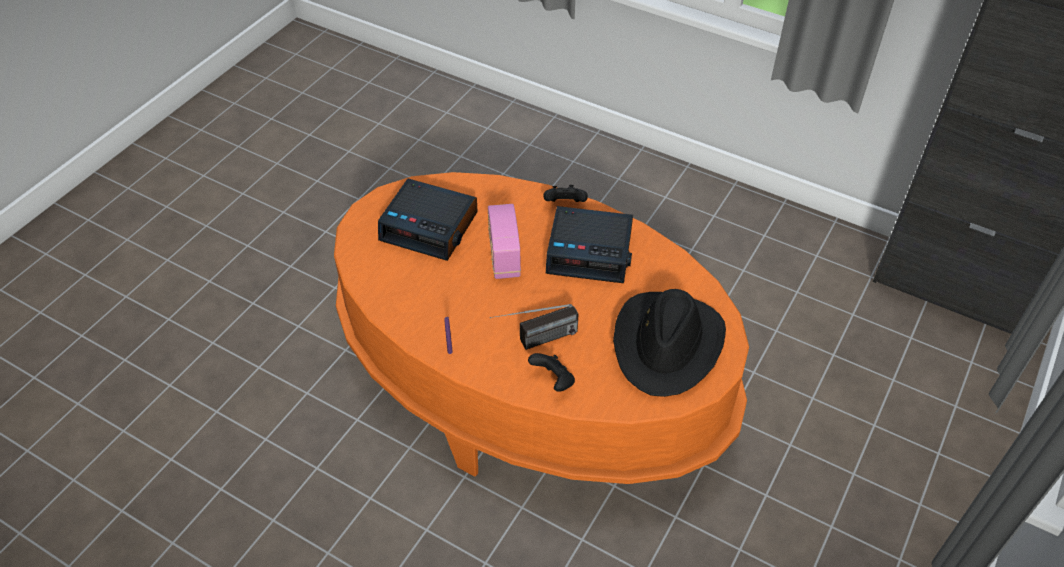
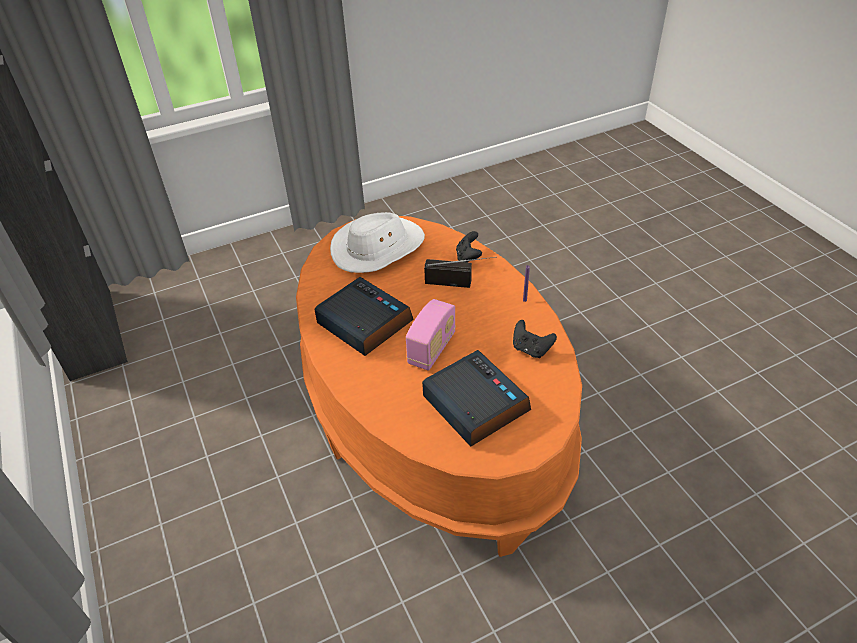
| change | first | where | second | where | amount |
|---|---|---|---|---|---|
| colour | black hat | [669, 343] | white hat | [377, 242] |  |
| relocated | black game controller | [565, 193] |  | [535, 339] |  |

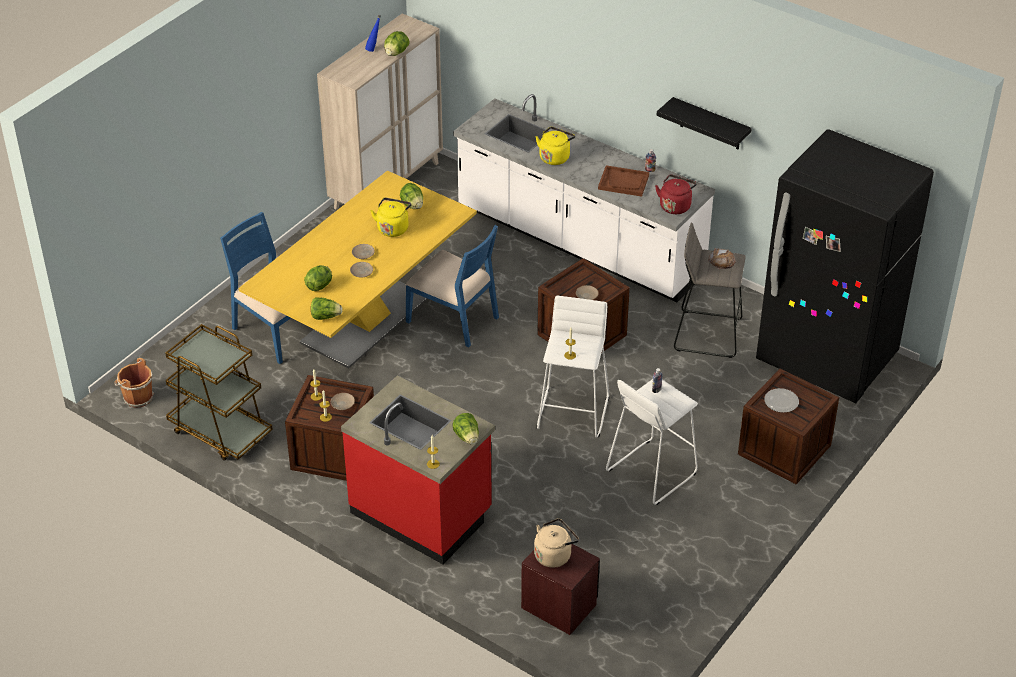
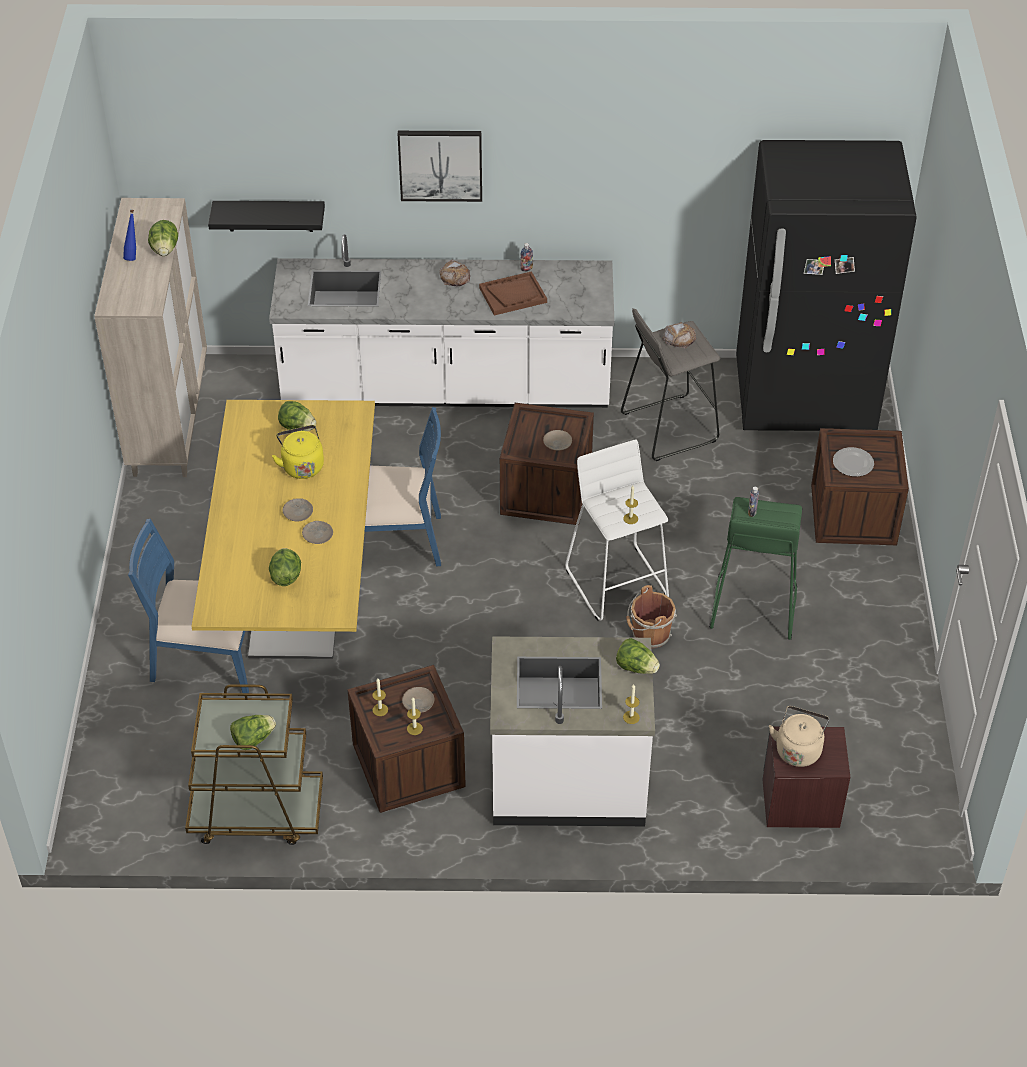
| change | first | where | second | where | amount |
|---|---|---|---|---|---|
| relocated | black shelf | [704, 123] |  | [266, 216] |  |
| relocated | lettuce | [327, 308] |  | [253, 732] |  |
| appeared |  |  | picture | [440, 166] |  |
| appeared |  |  | bread | [454, 272] |  |
| colour | red counter | [418, 470] | white counter | [572, 731] |  |
| relocated | brown bucket | [134, 383] |  | [651, 617] |  |
| colour | white stool | [652, 442] | green stool | [755, 568] |  |
| missing | yellow kettle | [555, 146] |  |  |  |
| missing | red kettle | [676, 194] |  |  |  |

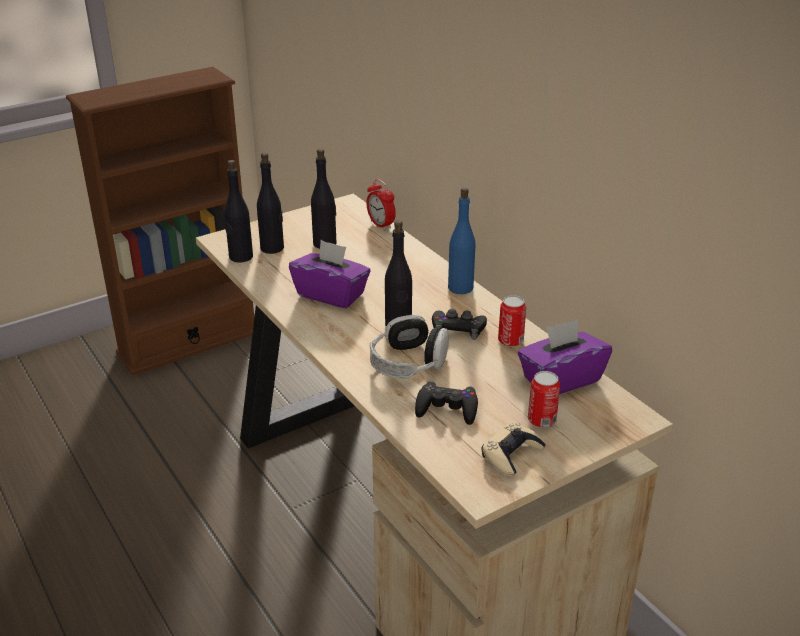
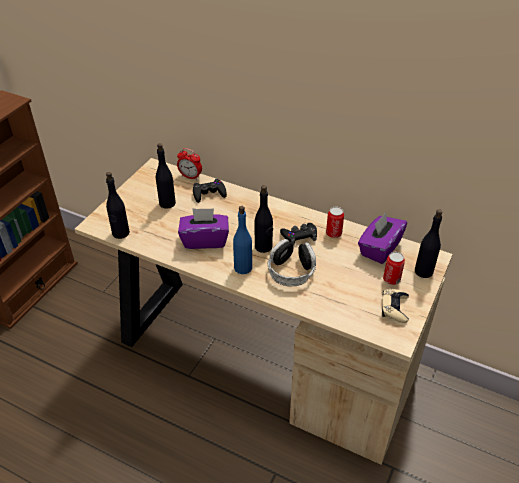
| change | first | where | second | where | amount |
|---|---|---|---|---|---|
| relocated | black game controller | [446, 403] |  | [210, 191] |  |
| relocated | blue bottle | [461, 241] |  | [242, 240] |  |
| relocated | black bottle | [270, 203] |  | [428, 243] |  |

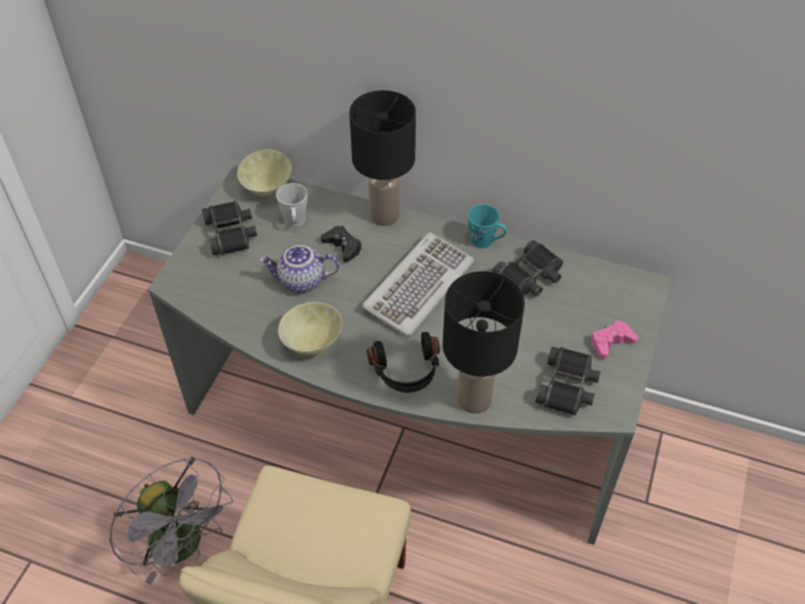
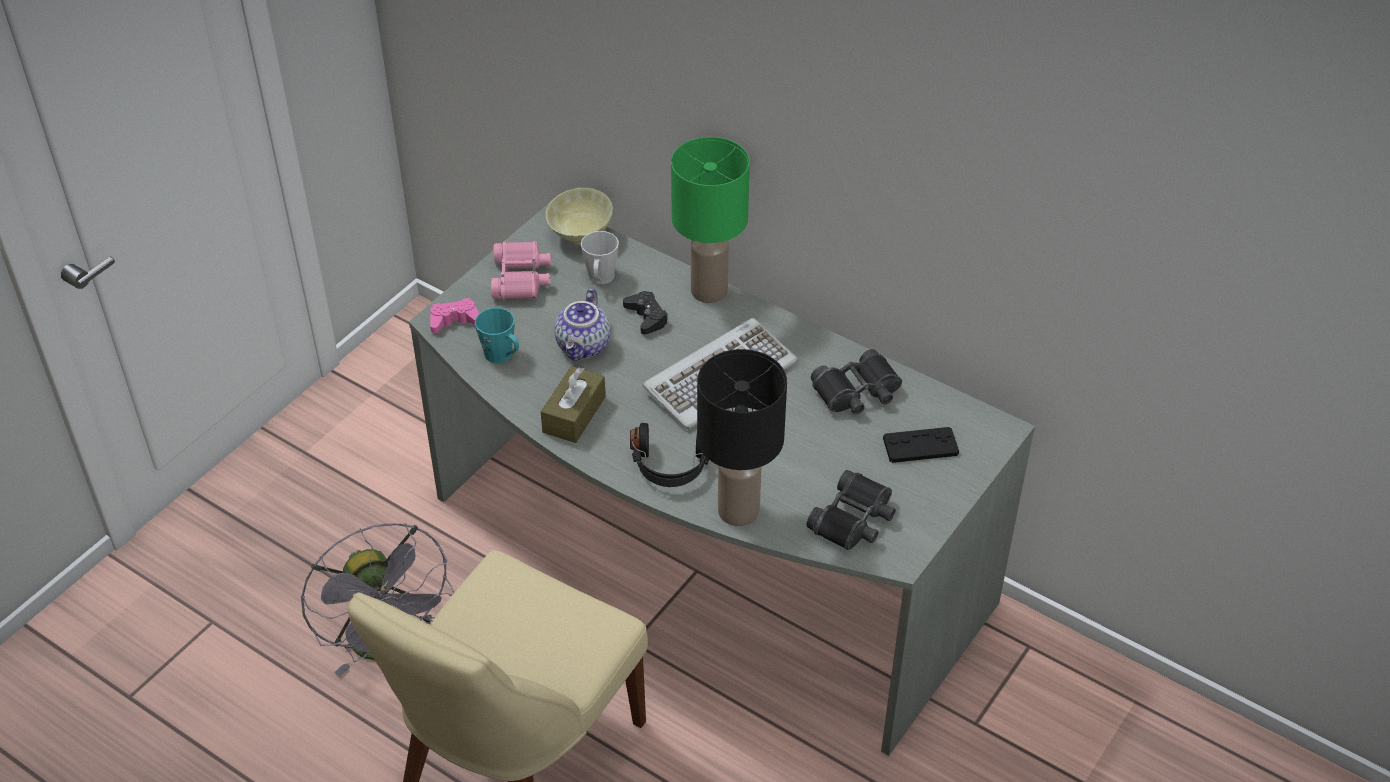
| change | first | where | second | where | amount |
|---|---|---|---|---|---|
| relocated | pink game controller | [614, 339] |  | [454, 315] |  |
| relocated | turquoise mug | [487, 226] |  | [497, 335] |  |
| colour | black binoculars | [229, 228] | pink binoculars | [521, 270] |  |
| exchanged | beige bowl | [310, 329] | brown tissue box | [573, 404] |  |
| spun | teapot | [299, 269] |  | [582, 324] | 90 degrees counterclockwise |
| colour | black table lamp | [382, 158] | green table lamp | [710, 220] |  |
| appeared |  |  | black game controller | [921, 445] |  |

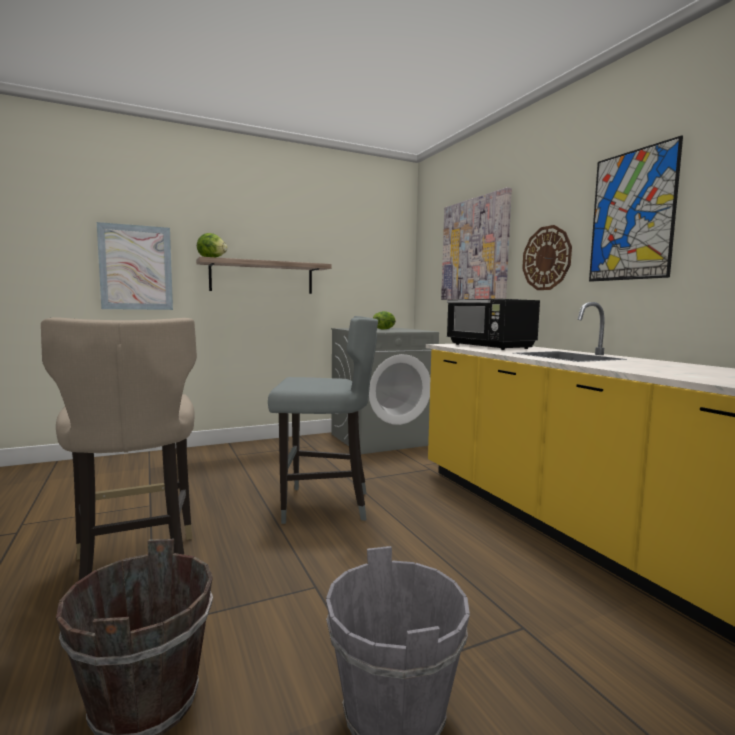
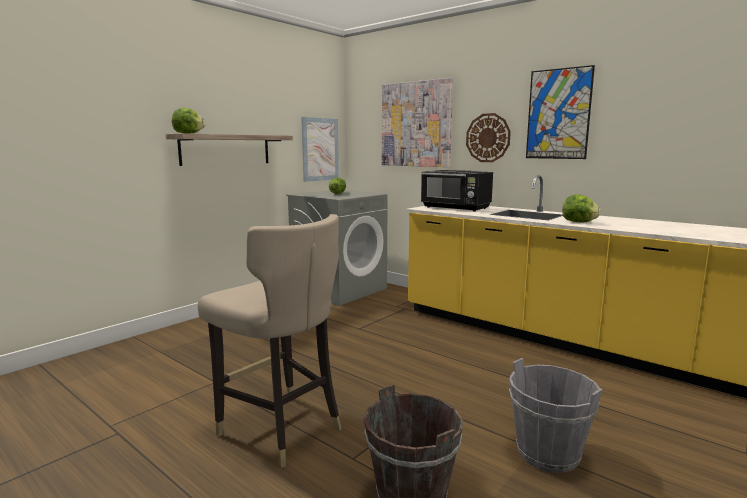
| change | first | where | second | where | amount |
|---|---|---|---|---|---|
| relocated | picture | [135, 266] |  | [320, 149] |  |
| appeared |  |  | lettuce | [582, 208] |  |
| missing | grey stool | [323, 420] |  |  |  |

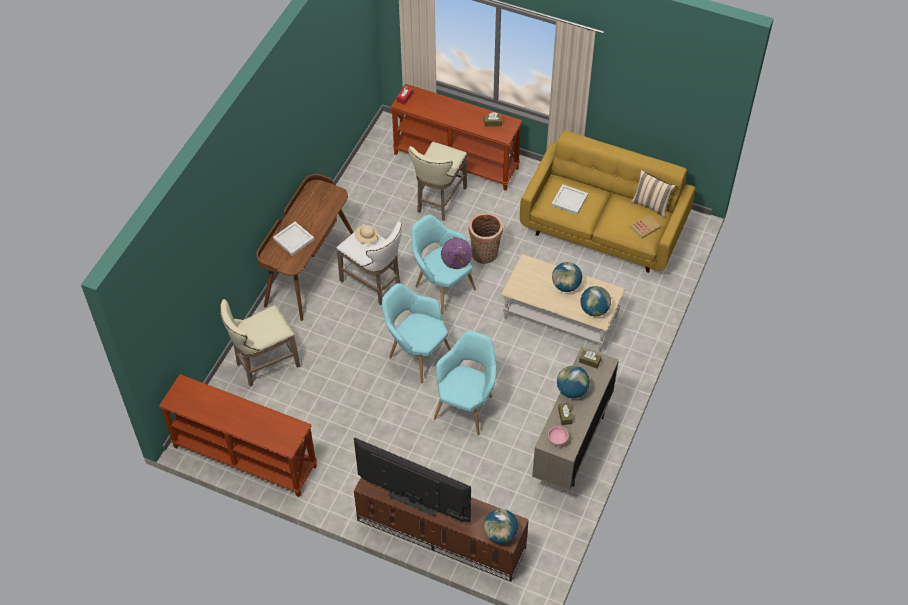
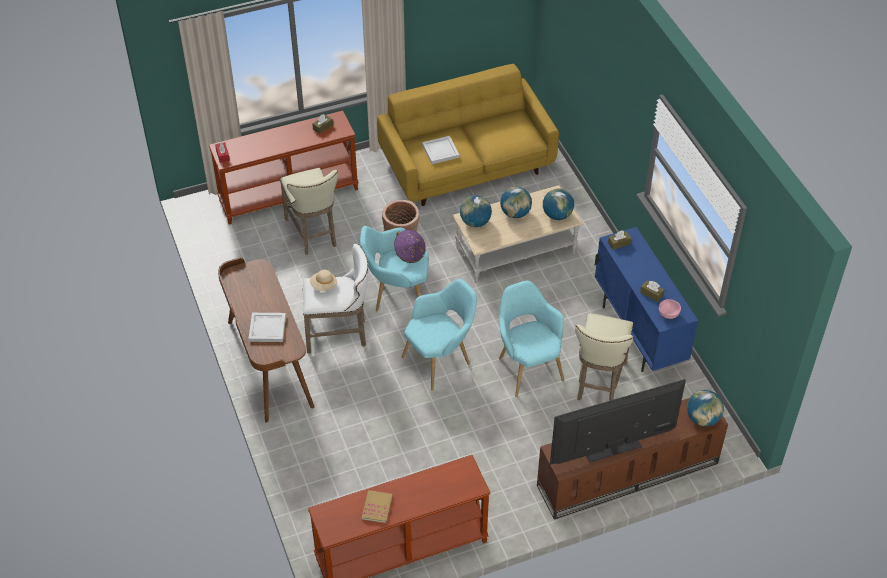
| change | first | where | second | where | amount |
|---|---|---|---|---|---|
| relocated | book | [645, 227] |  | [377, 506] |  |
| spun | turquoise armchair | [416, 333] |  | [439, 335] | 150 degrees clockwise |
| relocated | globe | [573, 381] |  | [476, 211] |  |
| relocated | beige stool | [260, 343] |  | [604, 357] |  |
| colour | beige cabinet | [575, 418] | blue cabinet | [646, 299] |  |
| missing | beige pillow | [653, 194] |  |  |  |

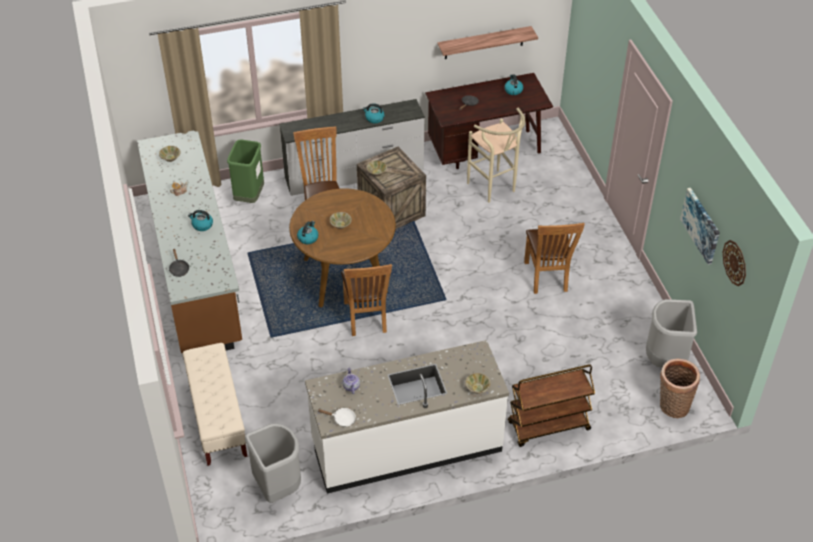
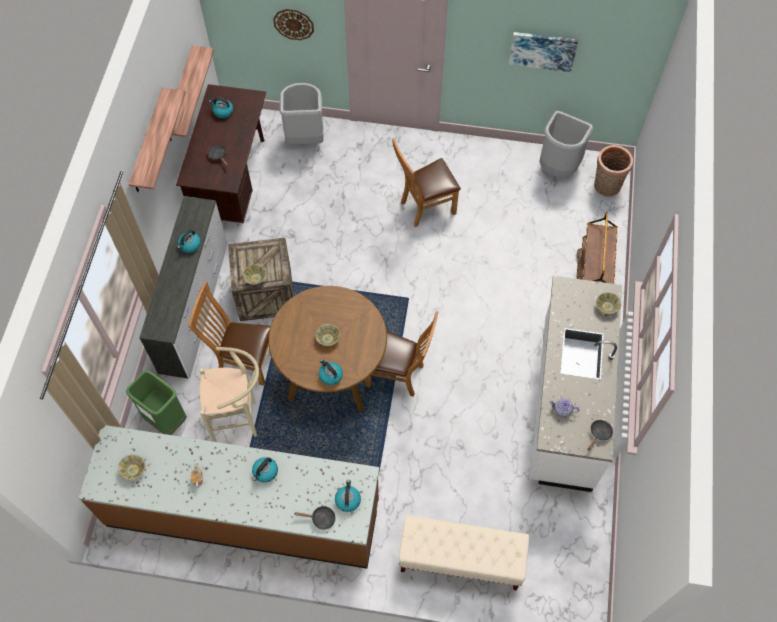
| change | first | where | second | where | amount |
|---|---|---|---|---|---|
| appeared |  |  | shelf | [157, 140] |  |
| relocated | beige stool | [496, 155] |  | [229, 394] |  |
| relocated | wall clock | [734, 263] |  | [293, 24] |  |
| relocated | grey trash can | [273, 463] |  | [301, 114] |  |
| appeared |  |  | kettle | [348, 496] |  |
| spun | brown chair | [554, 258] |  | [426, 182] | 135 degrees clockwise |
| colour | white frying pan | [337, 417] | black frying pan | [600, 435] |  |

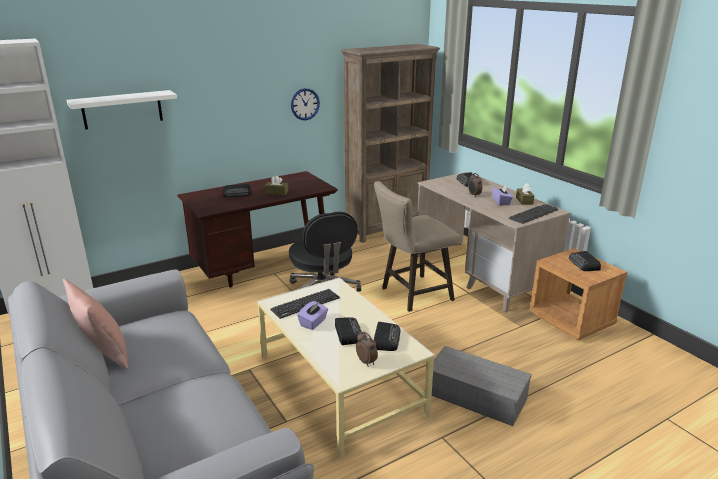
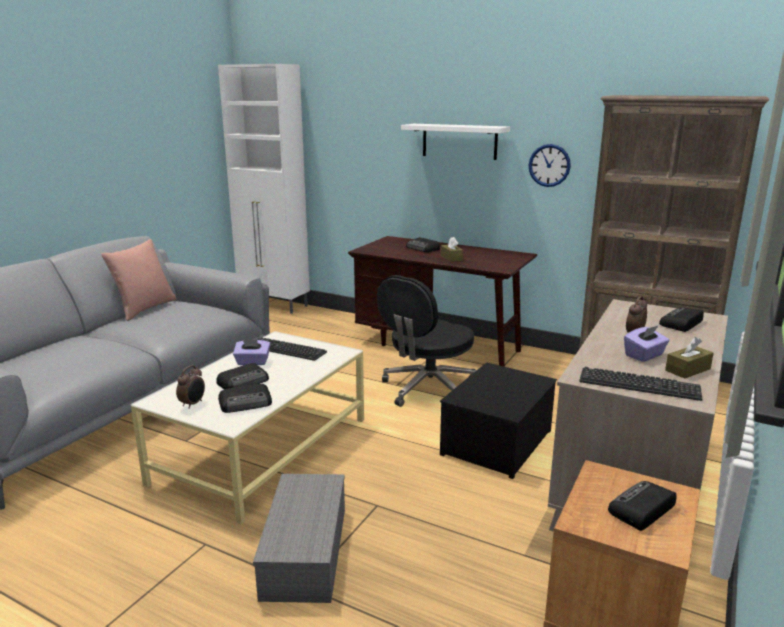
| change | first | where | second | where | amount |
|---|---|---|---|---|---|
| relocated | white shelf | [122, 110] |  | [455, 142] |  |
| exchanged | beige stool | [417, 246] | storage box | [498, 420] |  |

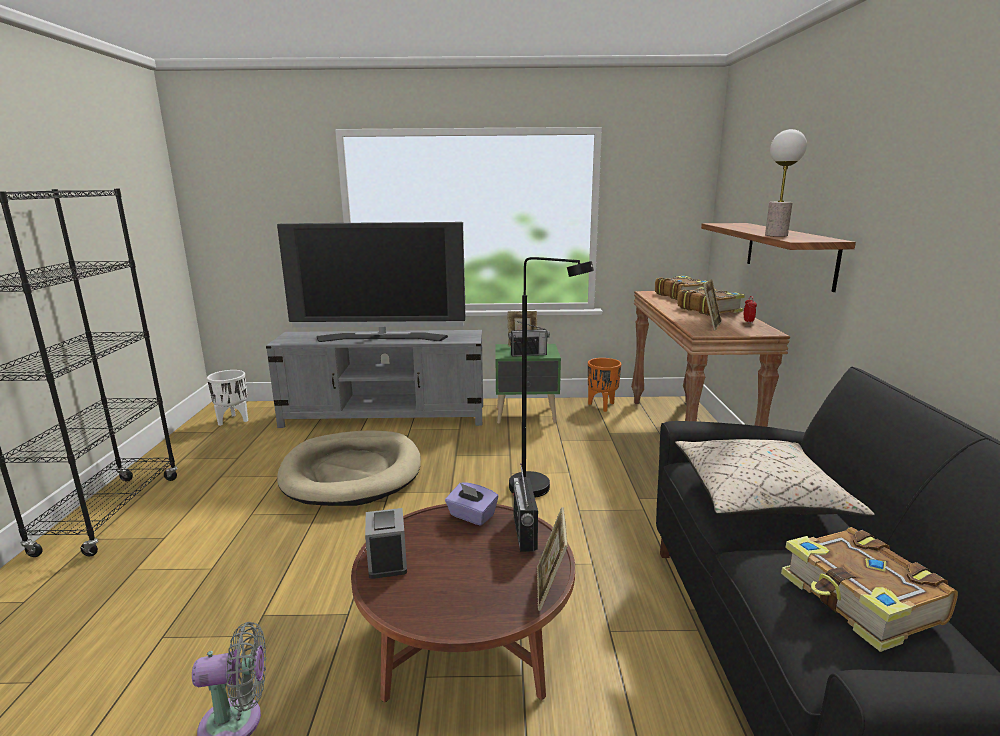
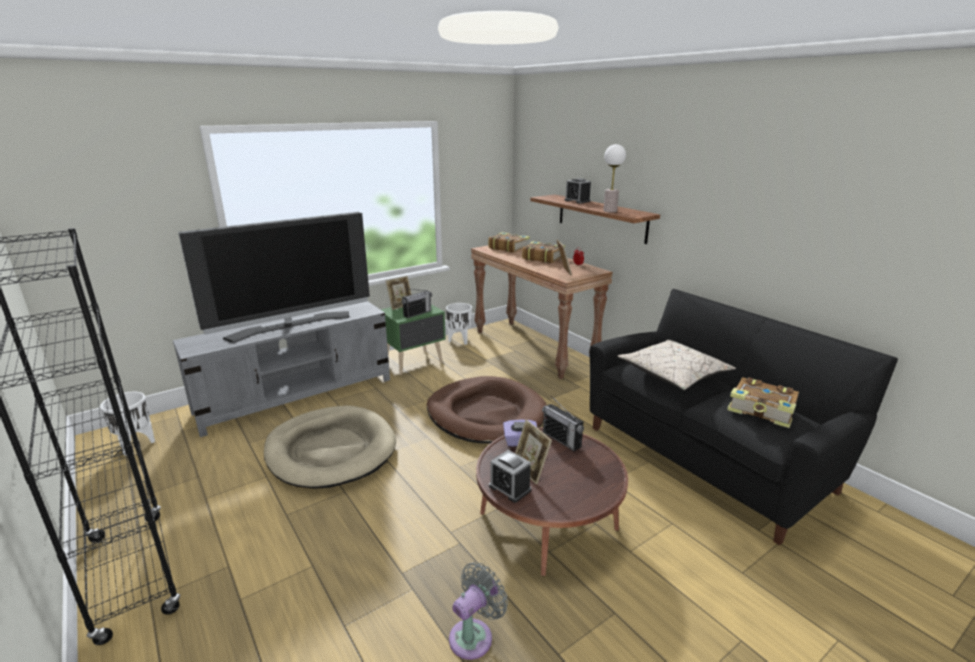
| change | first | where | second | where | amount |
|---|---|---|---|---|---|
| exchanged | black floor lamp | [551, 377] | brown dog bed | [487, 409] |  |
| colour | orange planter | [604, 385] | white planter | [459, 324] |  |
| relocated | picture frame | [552, 559] |  | [533, 452] |  |
| appeared |  |  | alarm clock | [578, 191] |  |

